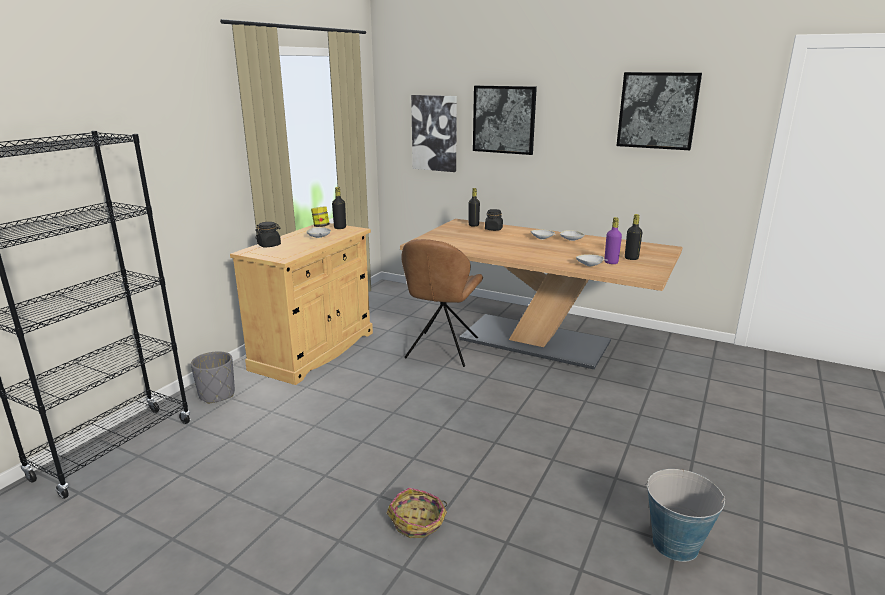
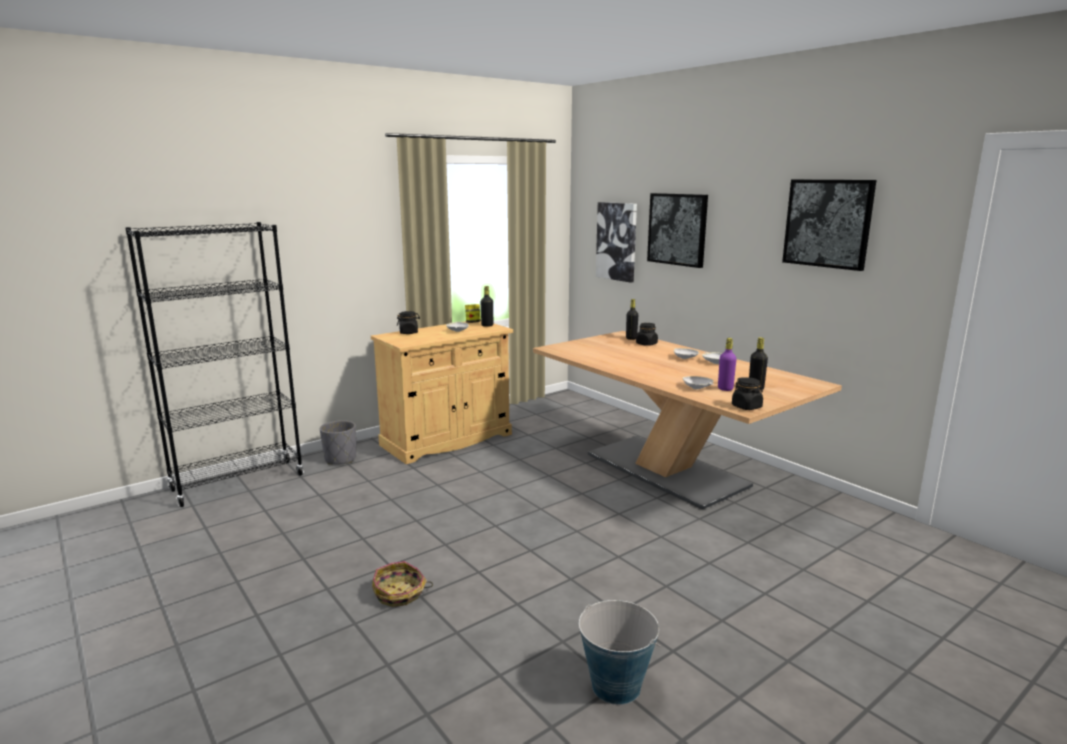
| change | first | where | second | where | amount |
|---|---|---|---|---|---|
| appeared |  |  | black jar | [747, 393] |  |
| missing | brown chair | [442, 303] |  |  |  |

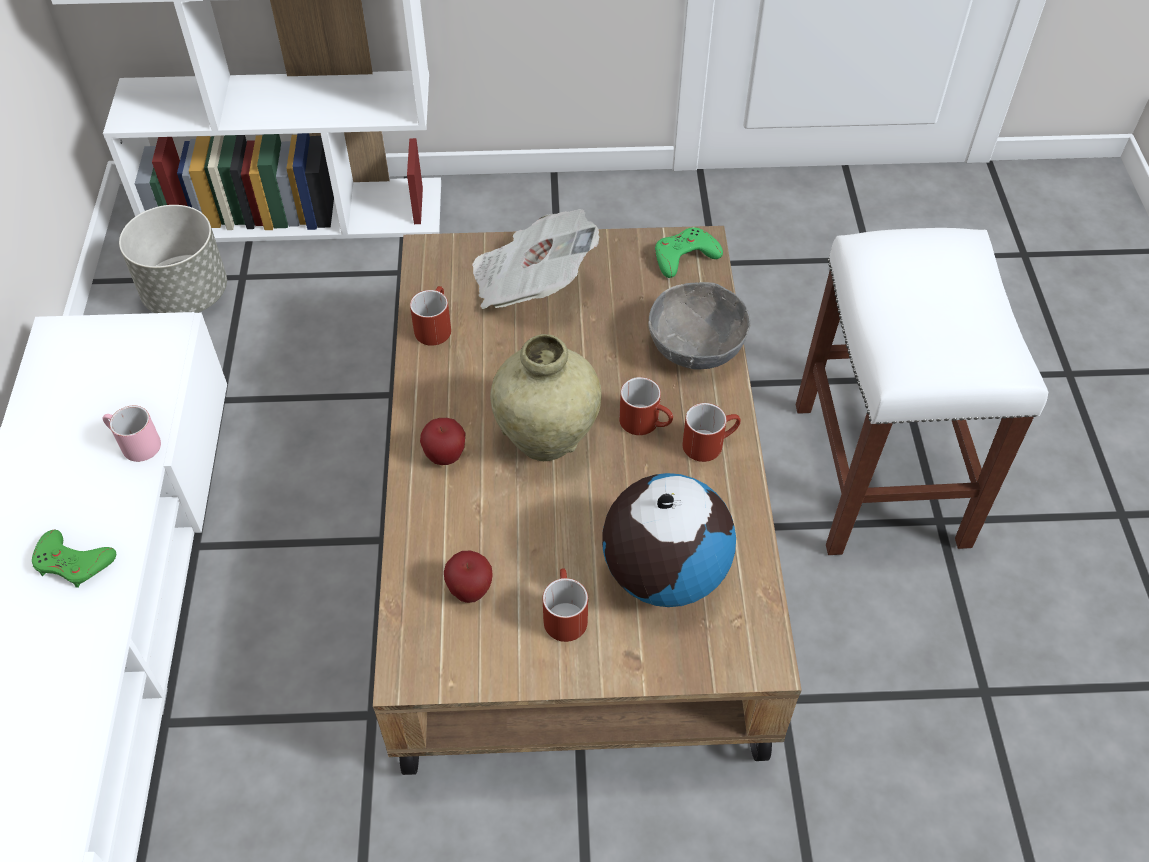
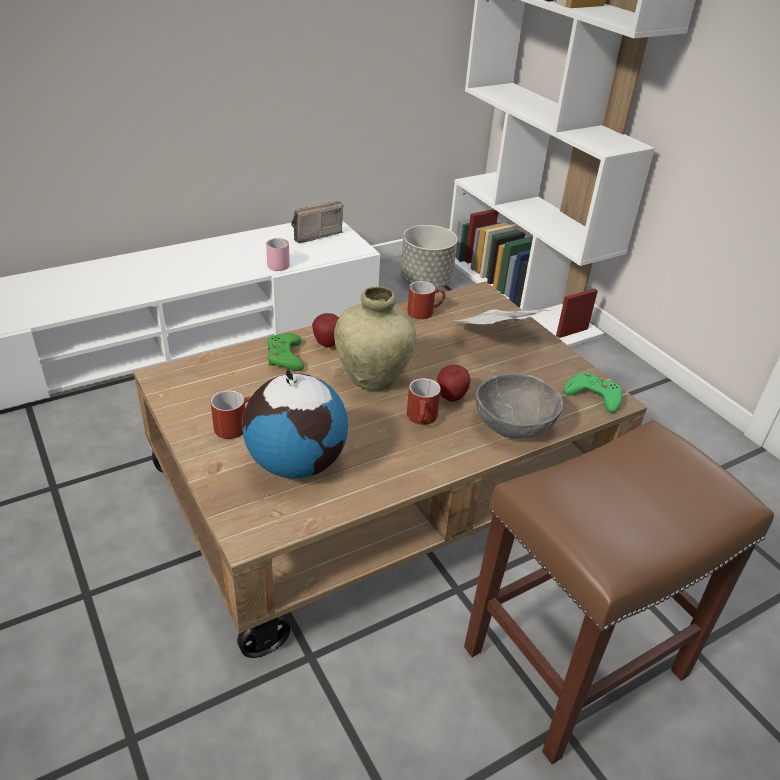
| change | first | where | second | where | amount |
|---|---|---|---|---|---|
| relocated | green game controller | [74, 559] |  | [285, 352] |  |
| appeared |  |  | radio | [317, 222] |  |
| relocated | apple | [468, 577] |  | [453, 383] |  |
| colour | white stool | [922, 391] | brown stool | [619, 592] |  |
| missing | red mug | [711, 432] |  |  |  |

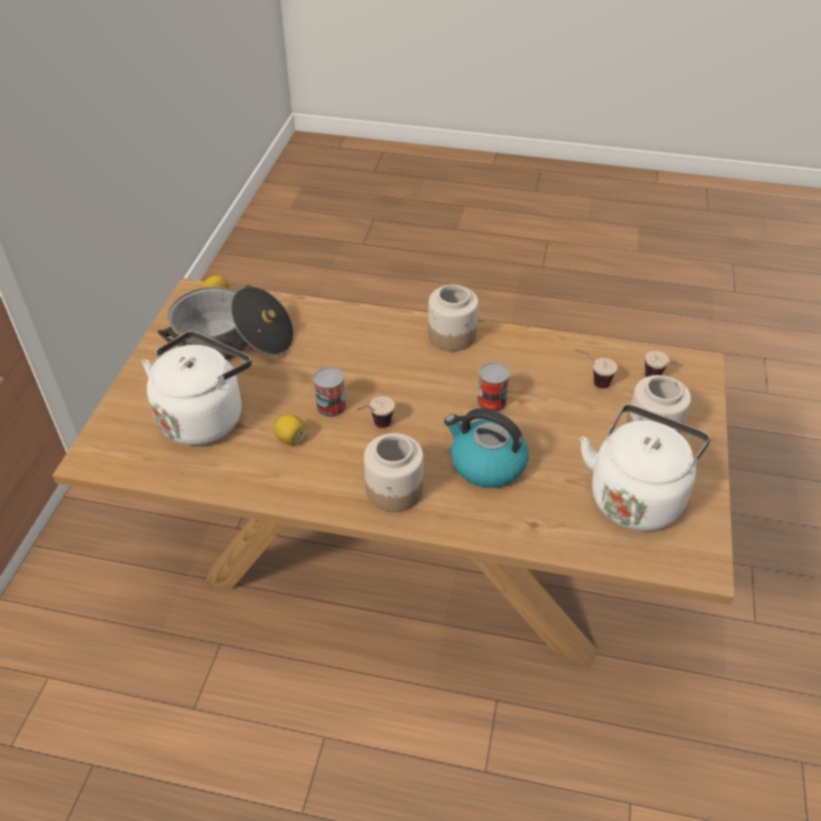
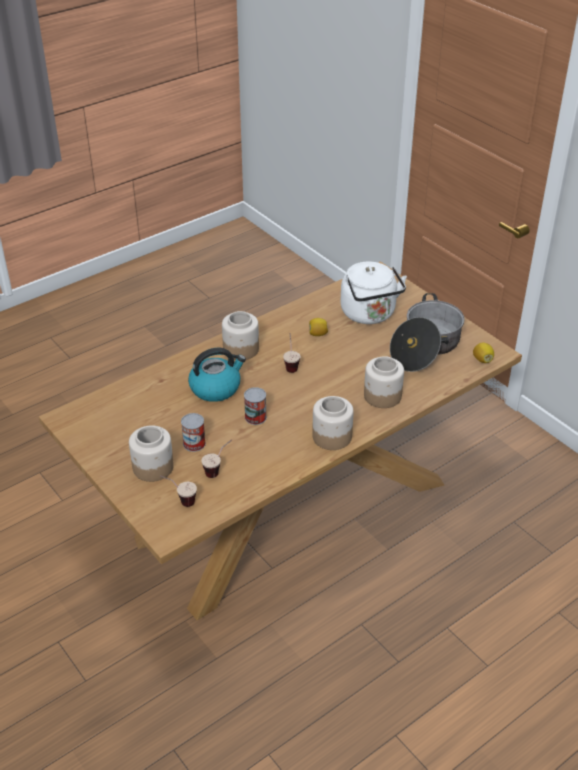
| change | first | where | second | where | amount |
|---|---|---|---|---|---|
| relocated | can | [329, 392] |  | [193, 432] |  |
| appeared |  |  | jar | [384, 382] |  |
| missing | white kettle | [645, 467] |  |  |  |

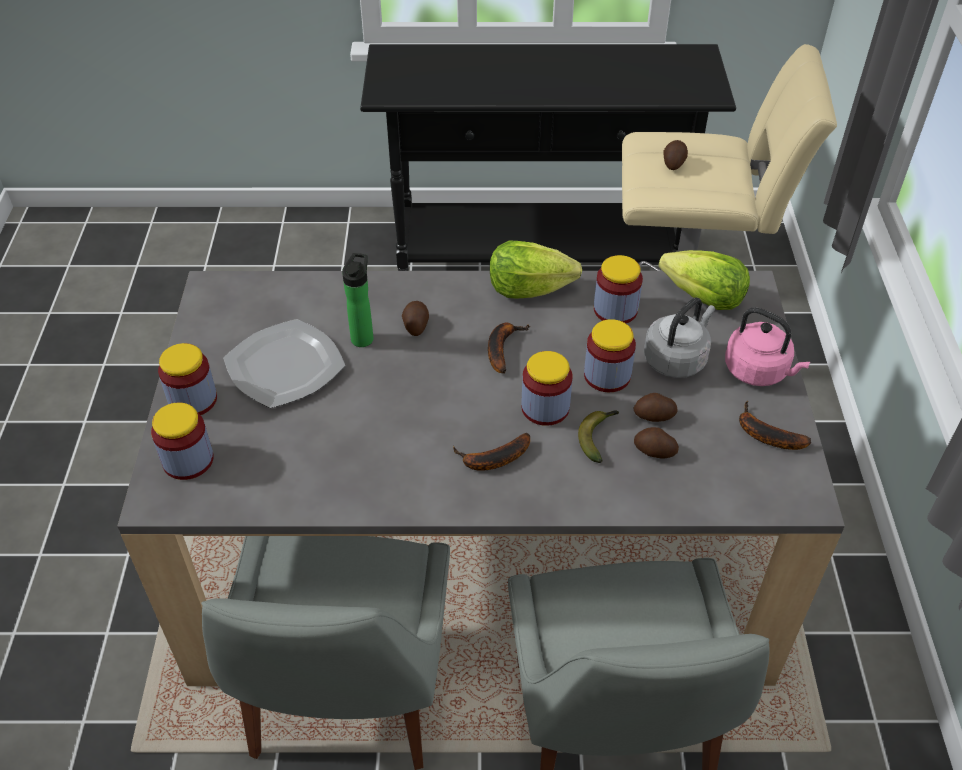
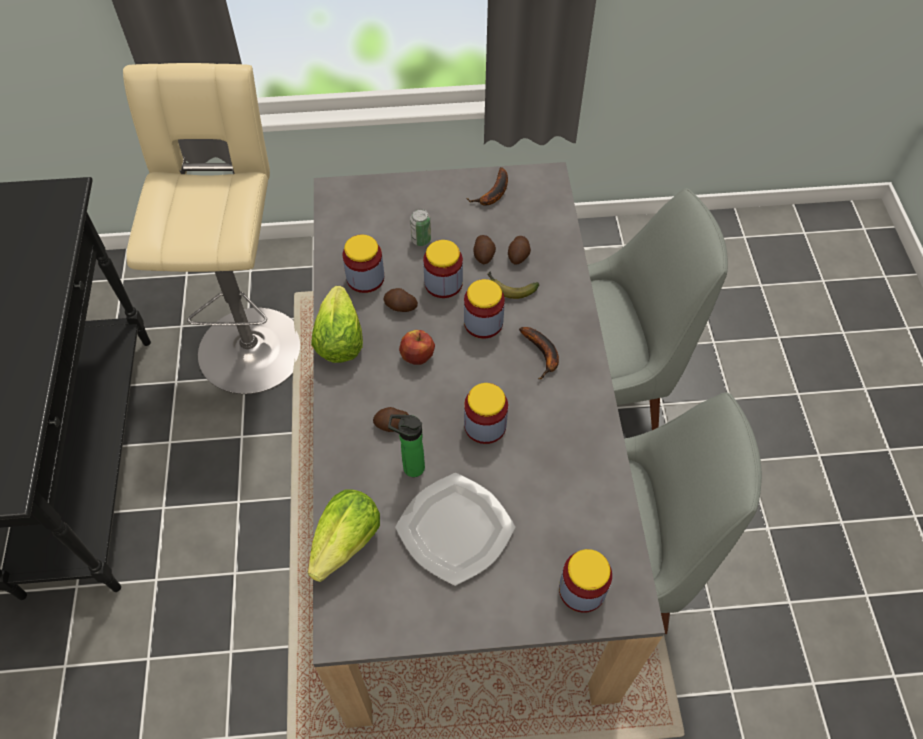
| change | first | where | second | where | amount |
|---|---|---|---|---|---|
| relocated | lettuce | [704, 280] |  | [344, 535] |  |
| relocated | potato | [675, 155] |  | [400, 300] |  |
| exchanged | banana | [509, 348] | apple | [417, 347] |  |
| exchanged | grey kettle | [679, 338] | can | [420, 227] |  |
| relocated | jar | [187, 379] |  | [486, 413] |  |
| missing | pink kettle | [767, 346] |  |  |  |

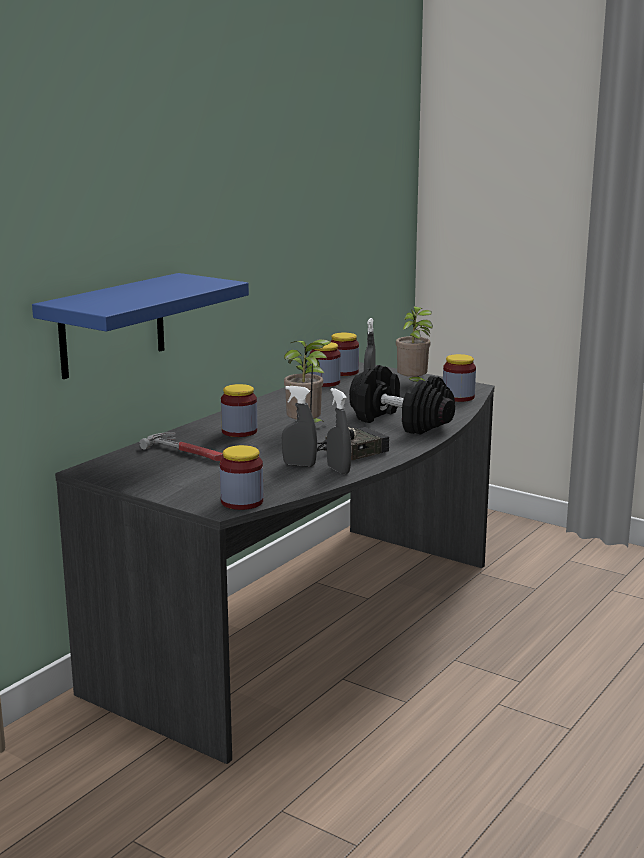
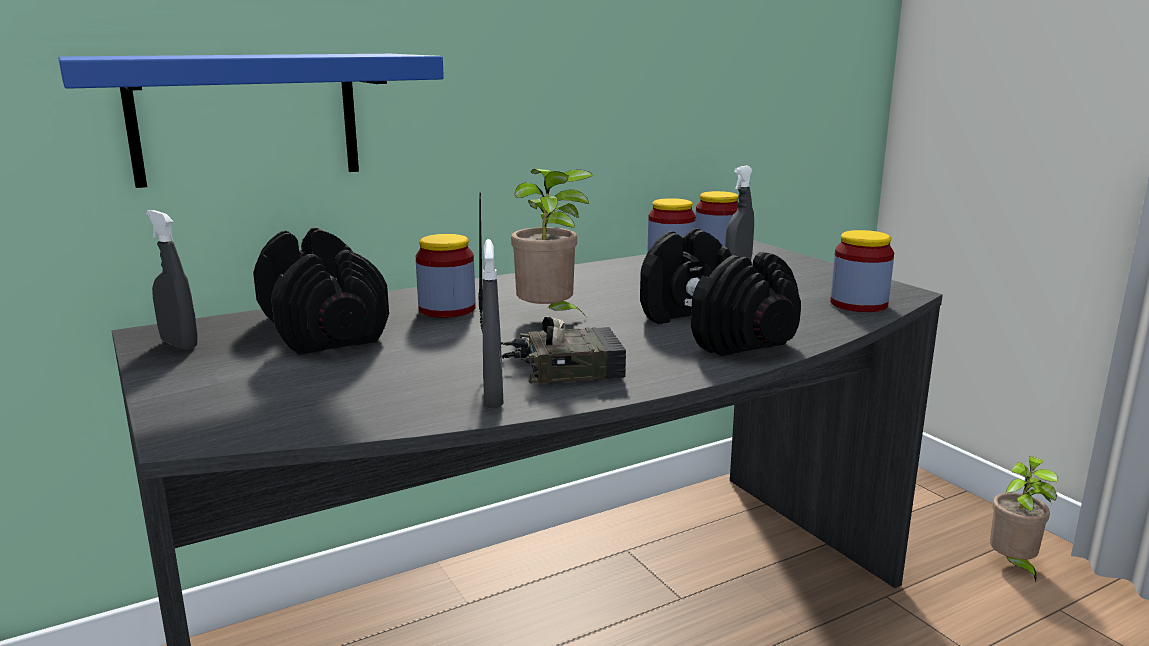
| change | first | where | second | where | amount |
|---|---|---|---|---|---|
| relocated | grey spray bottle | [299, 426] |  | [172, 280] |  |
| exchanged | hammer | [181, 446] | black dumbbell | [321, 291] |  |
| relocated | potted plant | [414, 344] |  | [1024, 519] |  |
| missing | jar | [241, 477] |  |  |  |

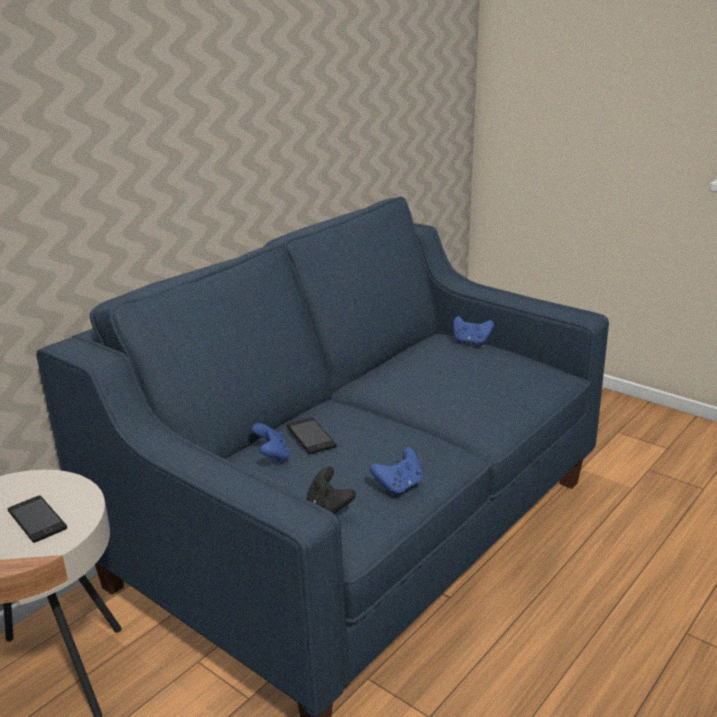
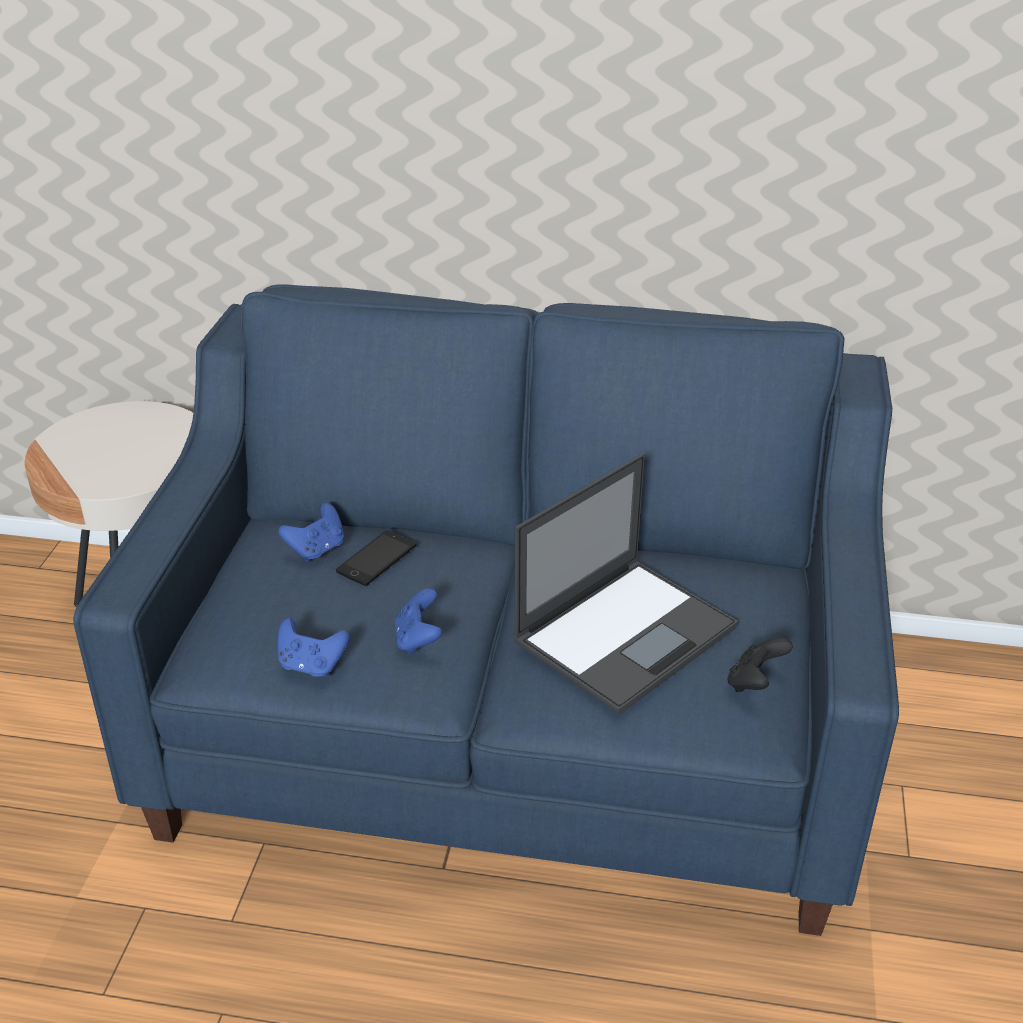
| change | first | where | second | where | amount |
|---|---|---|---|---|---|
| relocated | blue game controller | [474, 331] |  | [418, 621] |  |
| appeared |  |  | laptop | [625, 584] |  |
| relocated | black game controller | [331, 490] |  | [760, 665] |  |
| missing | phone | [37, 519] |  |  |  |

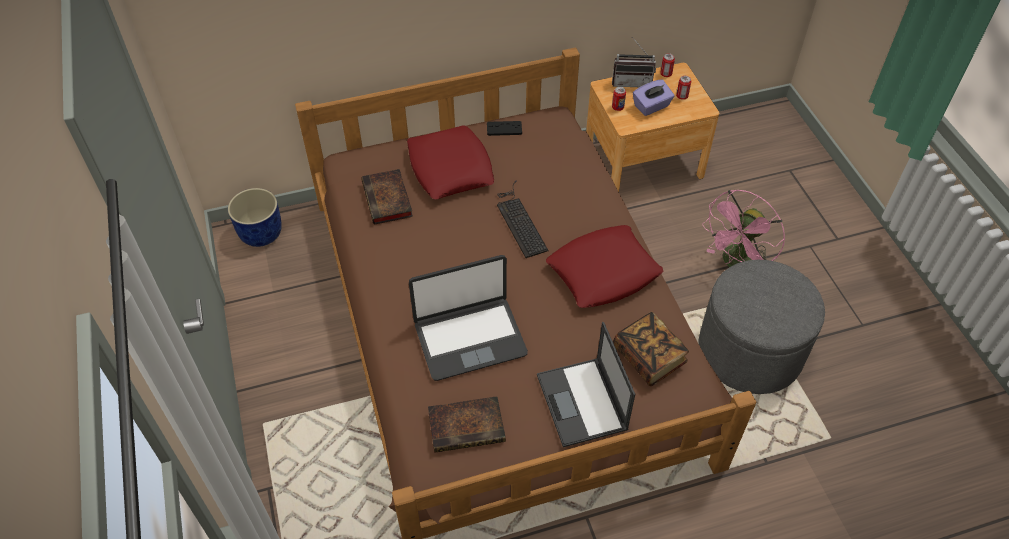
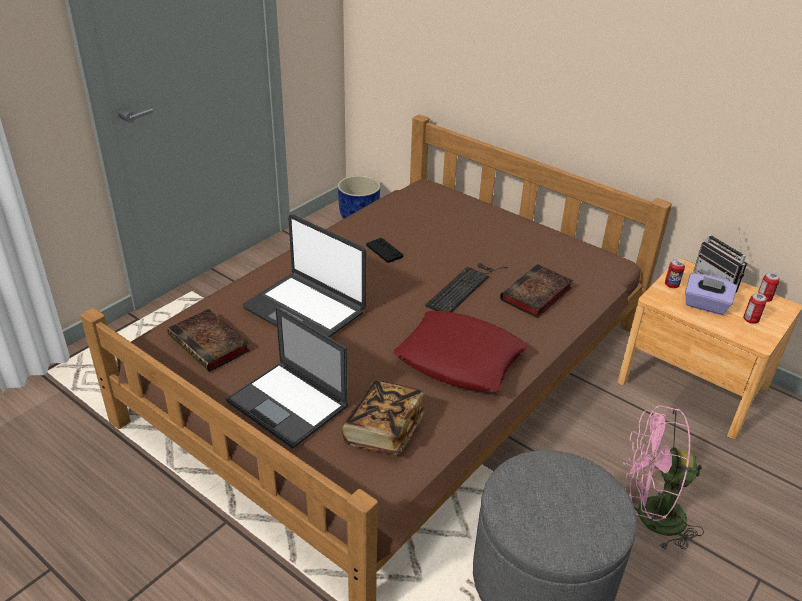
| change | first | where | second | where | amount |
|---|---|---|---|---|---|
| spun | laptop | [586, 384] |  | [287, 378] | 90 degrees counterclockwise |
| relocated | black game controller | [504, 128] |  | [384, 250] |  |
| relocated | book | [387, 197] |  | [536, 291] |  |
| missing | red pillow | [450, 162] |  |  |  |

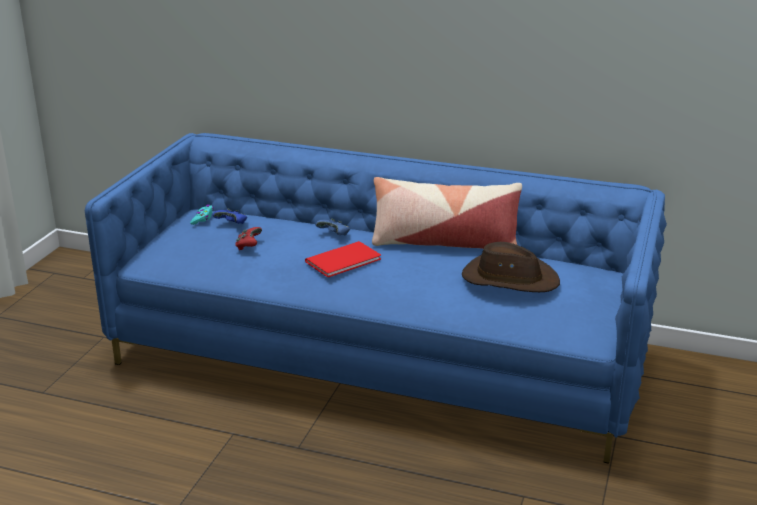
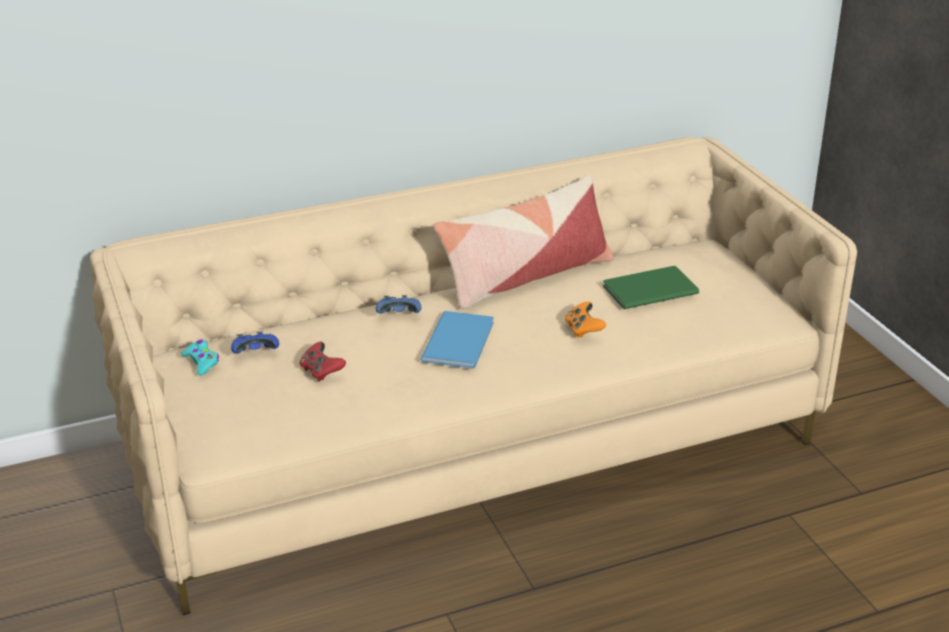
| change | first | where | second | where | amount |
|---|---|---|---|---|---|
| colour | blue sofa | [376, 298] | beige sofa | [473, 376] |  |
| colour | red book | [343, 259] | blue book | [457, 340] |  |
| appeared |  |  | orange game controller | [585, 320] |  |
| exchanged | brown hat | [511, 267] | green book | [651, 287] |  |

